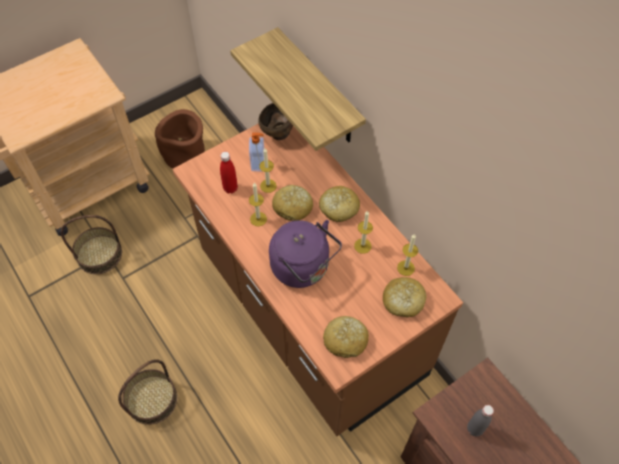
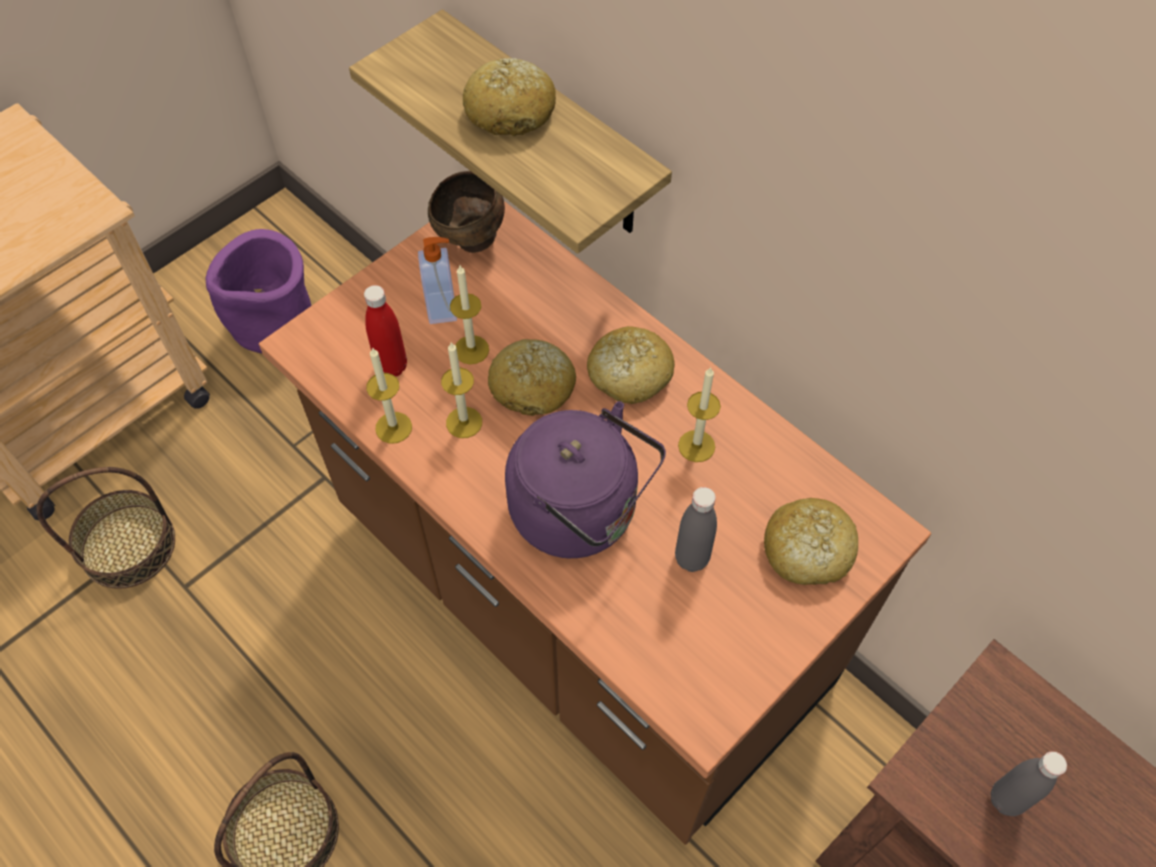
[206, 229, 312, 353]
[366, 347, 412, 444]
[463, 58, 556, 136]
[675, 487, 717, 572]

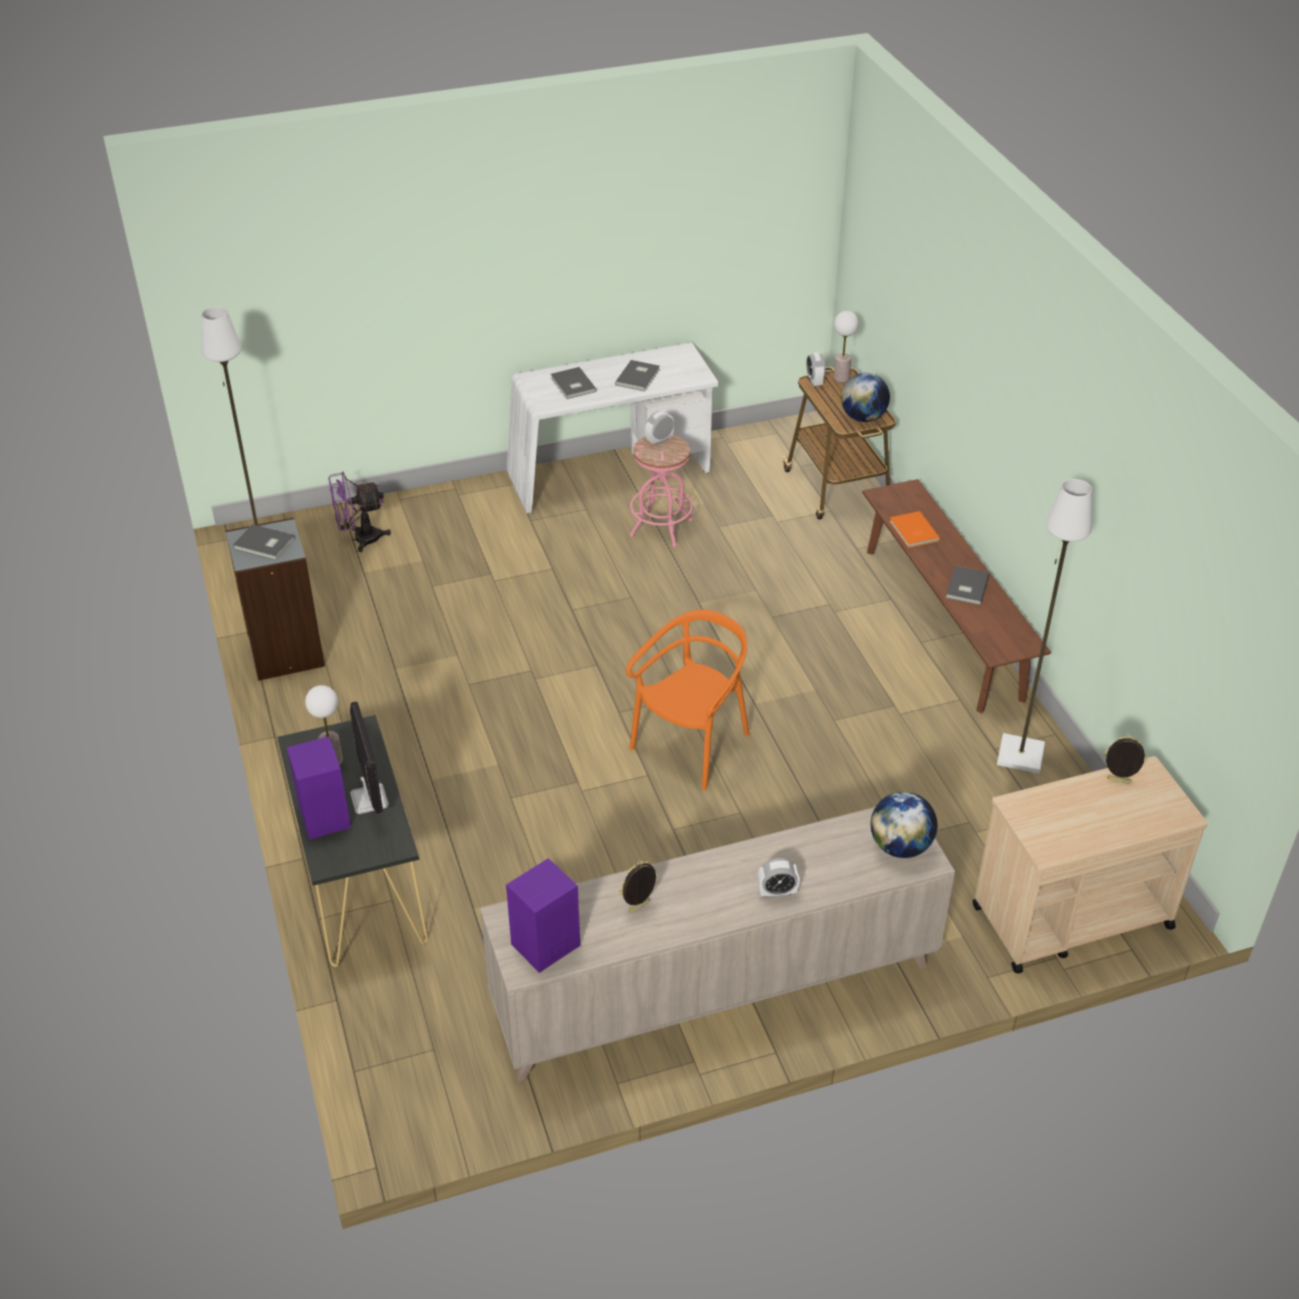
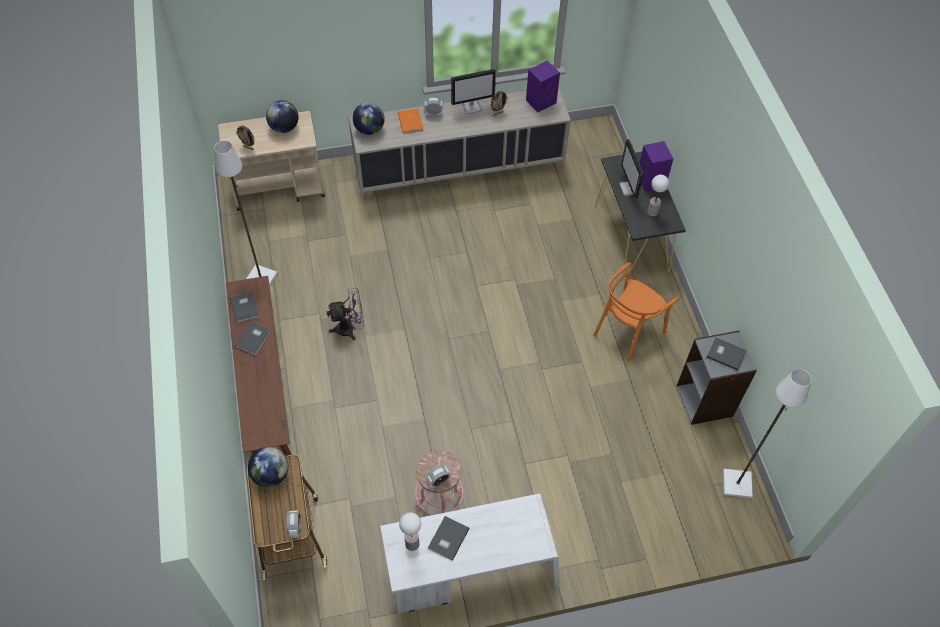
[399, 512, 421, 551]
[230, 291, 259, 323]
[326, 288, 364, 340]
[398, 109, 424, 134]
[594, 262, 680, 362]
[451, 69, 496, 114]
[266, 100, 298, 133]

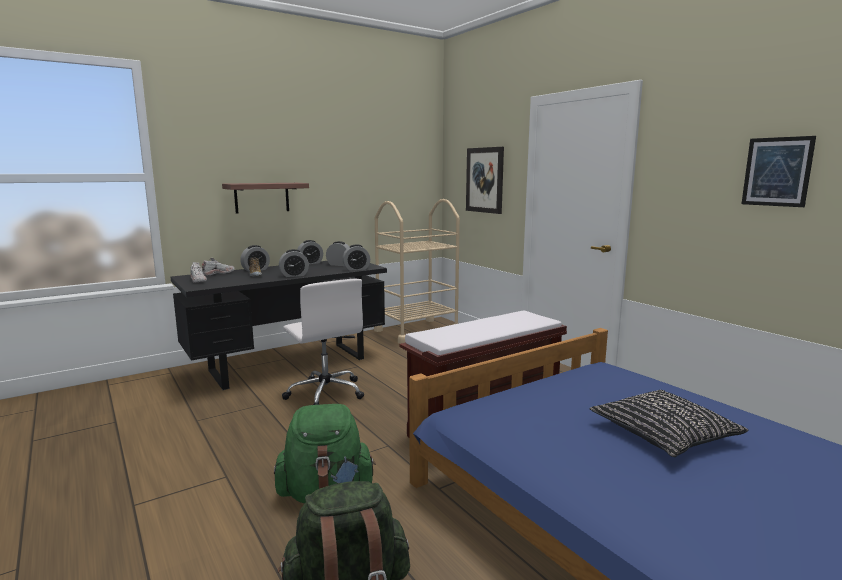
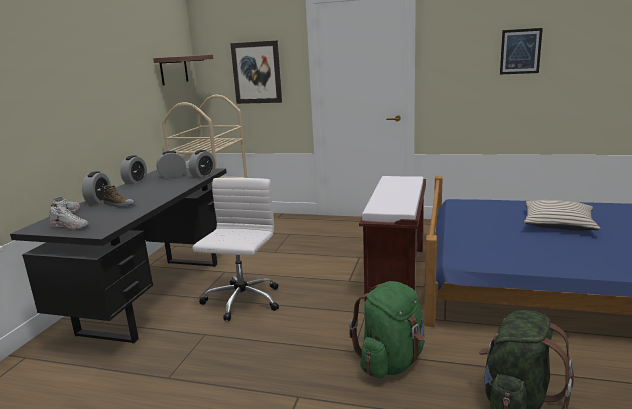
[153, 55, 213, 85]
[279, 249, 309, 277] (first image)
[193, 178, 279, 321]
[524, 200, 601, 231]

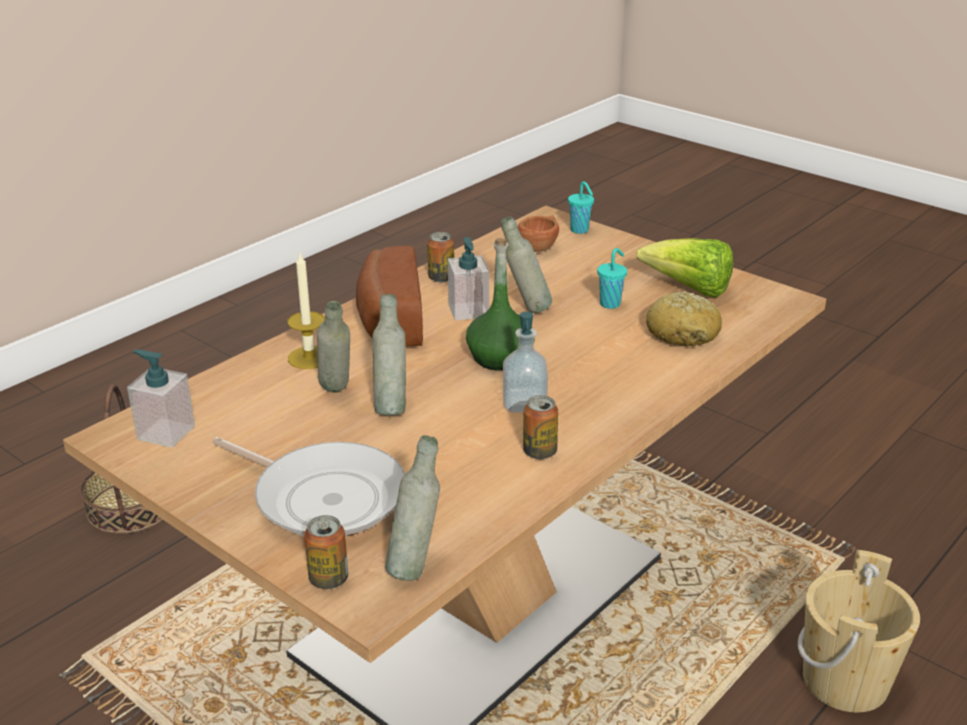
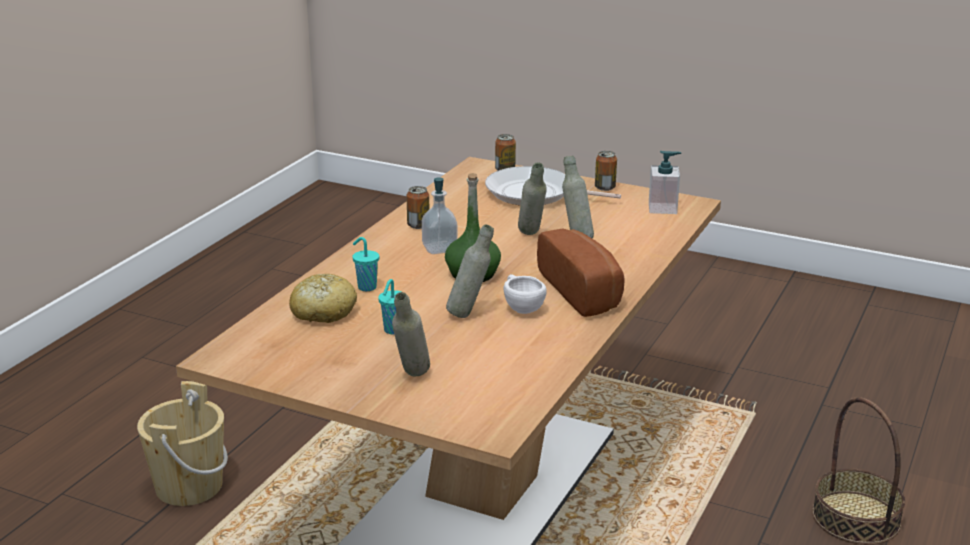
[352, 237, 379, 291]
[517, 215, 559, 252] (first image)
[595, 151, 617, 191]
[503, 274, 547, 314]
[637, 238, 733, 298] (first image)
[287, 251, 325, 369] (first image)
[392, 292, 430, 376]

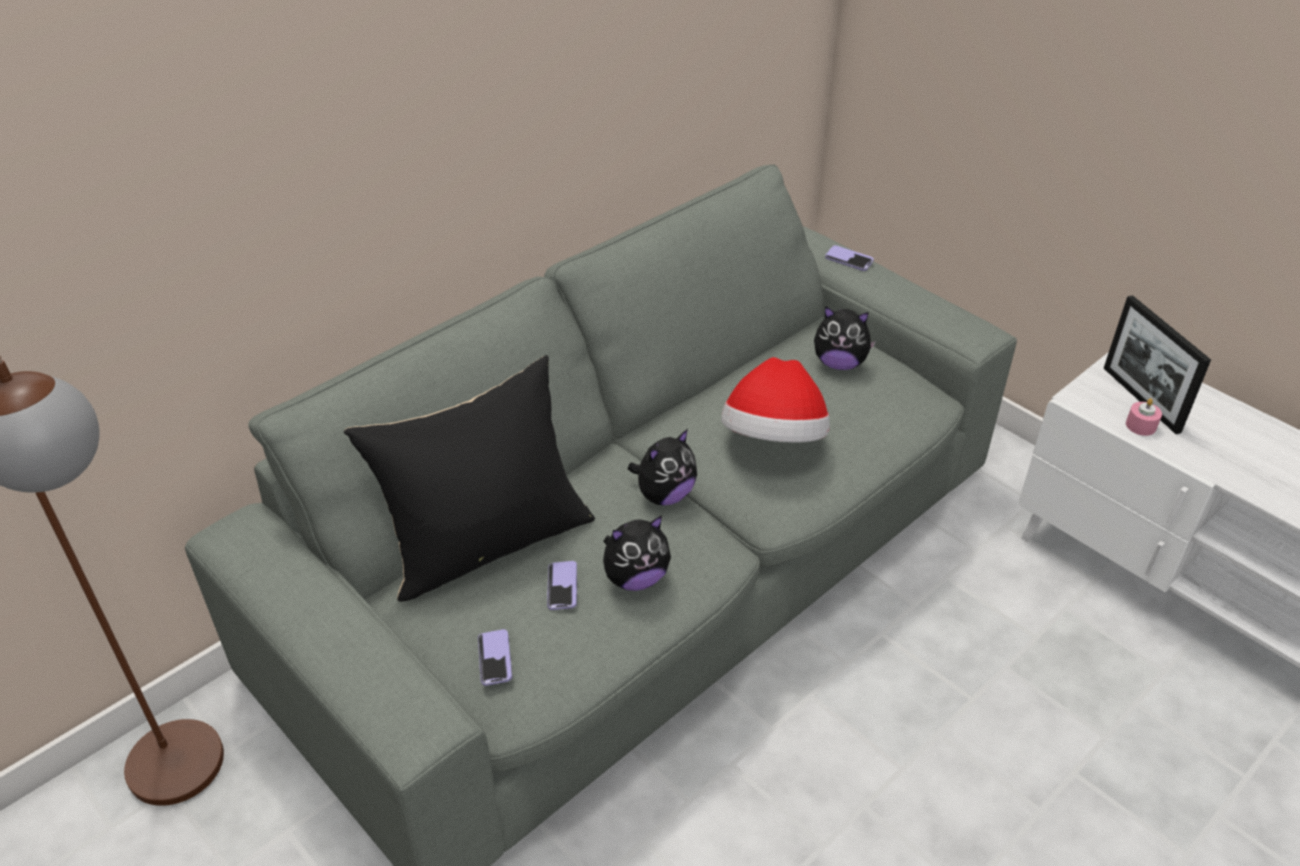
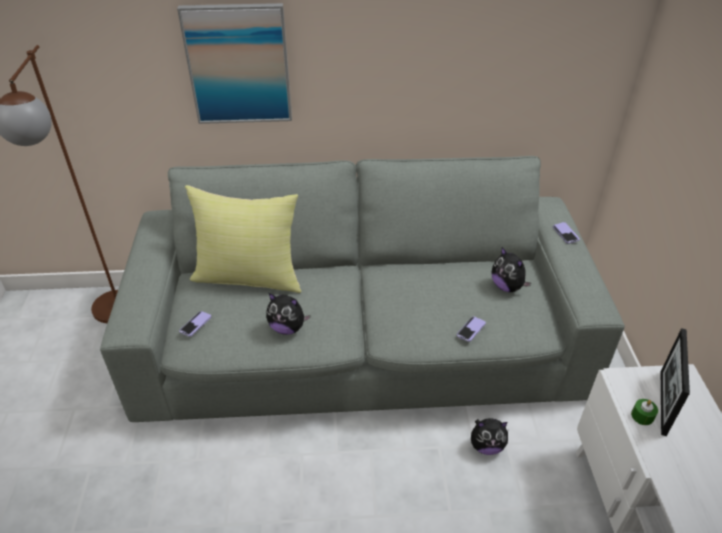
[185, 185, 302, 293]
[721, 357, 830, 443] (first image)
[631, 399, 658, 425]
[471, 418, 508, 455]
[457, 317, 486, 342]
[177, 3, 292, 124]

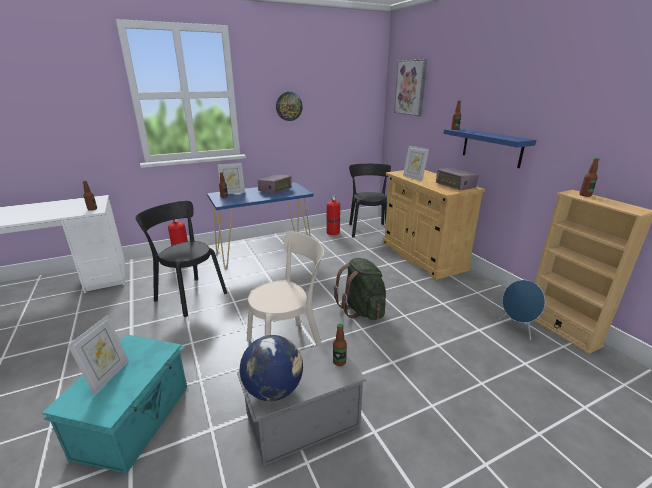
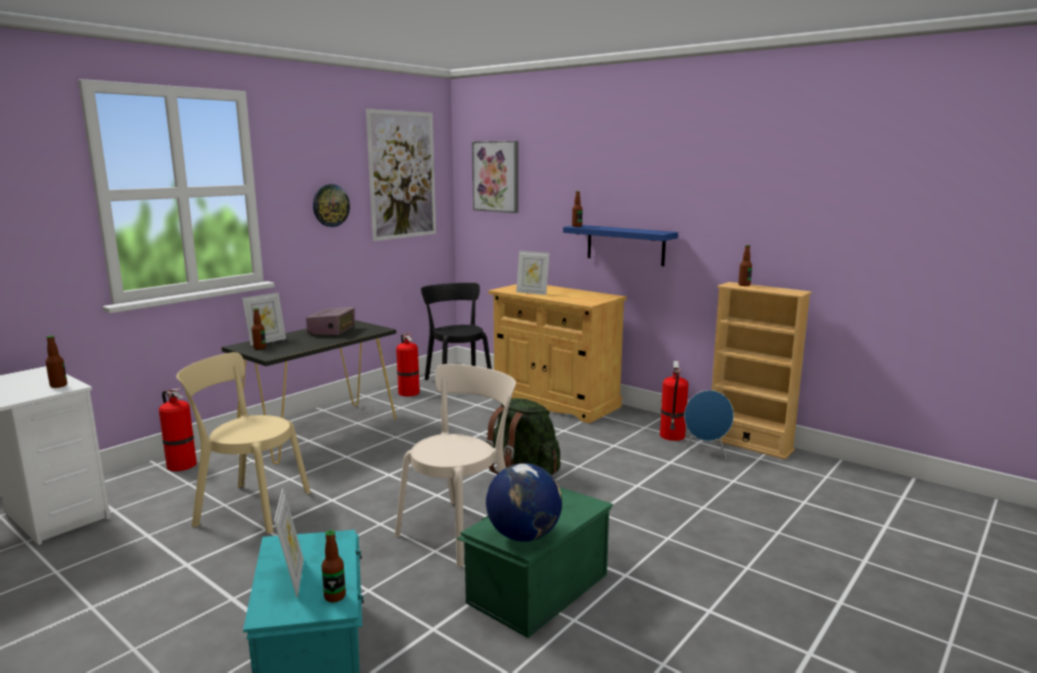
[436, 168, 479, 190] (first image)
[221, 320, 396, 464]
[177, 352, 311, 533]
[322, 530, 346, 602]
[457, 487, 613, 638]
[366, 109, 436, 241]
[660, 361, 689, 441]

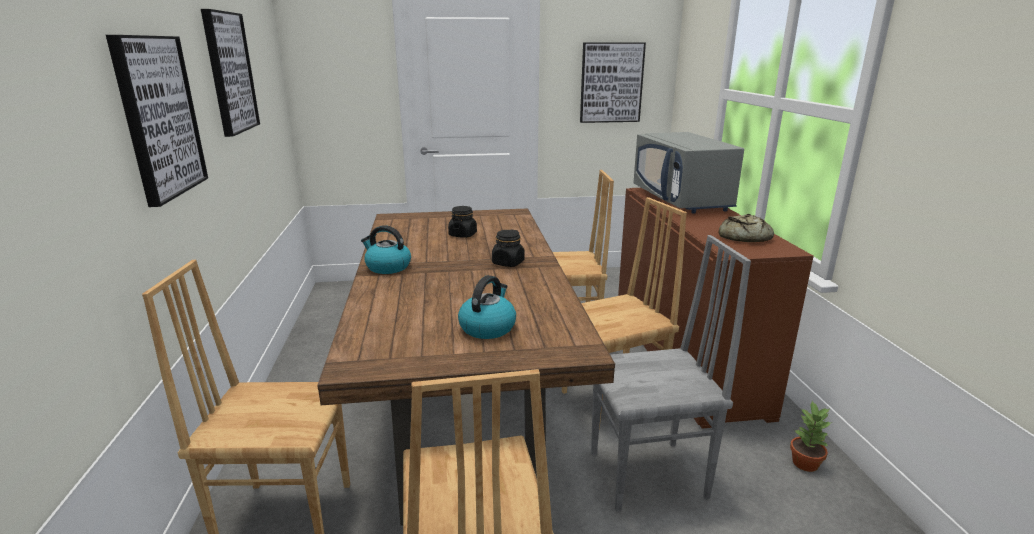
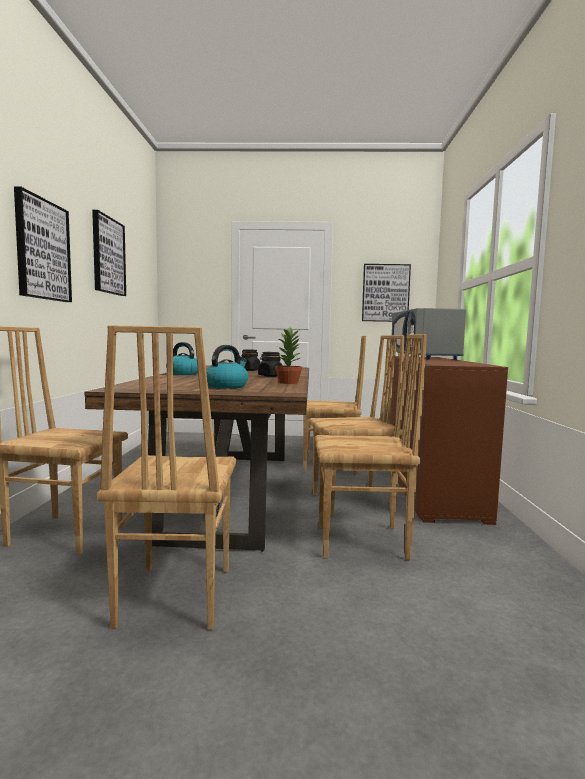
[719, 214, 774, 242] (first image)
[315, 334, 427, 560]
[275, 328, 302, 384]

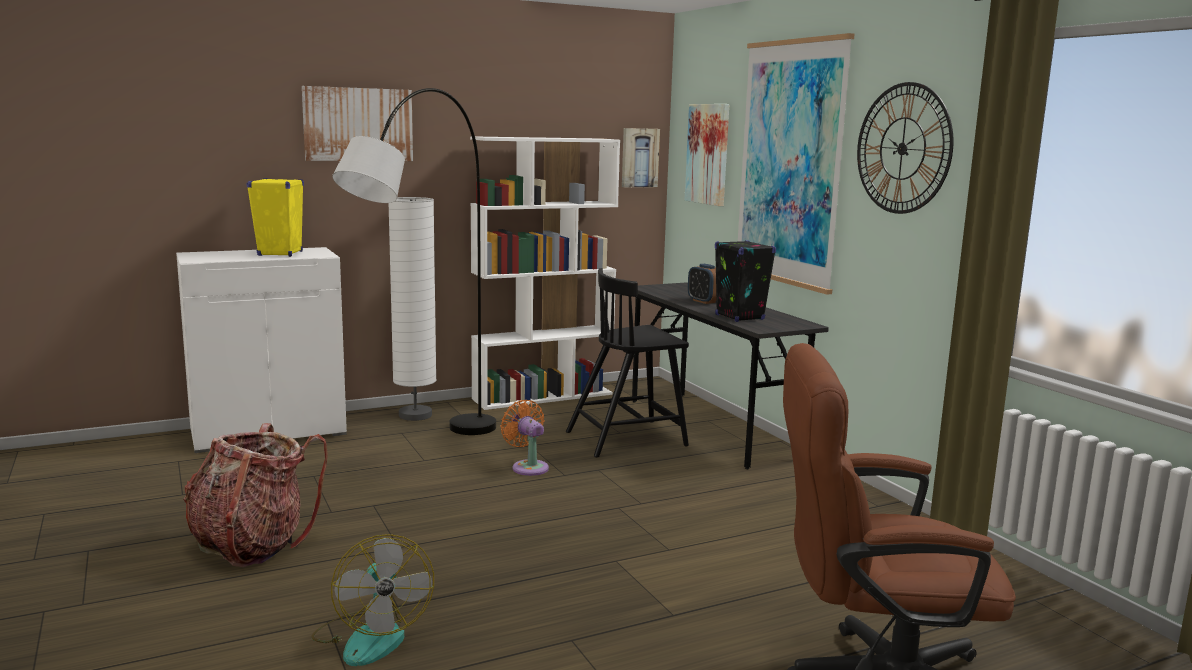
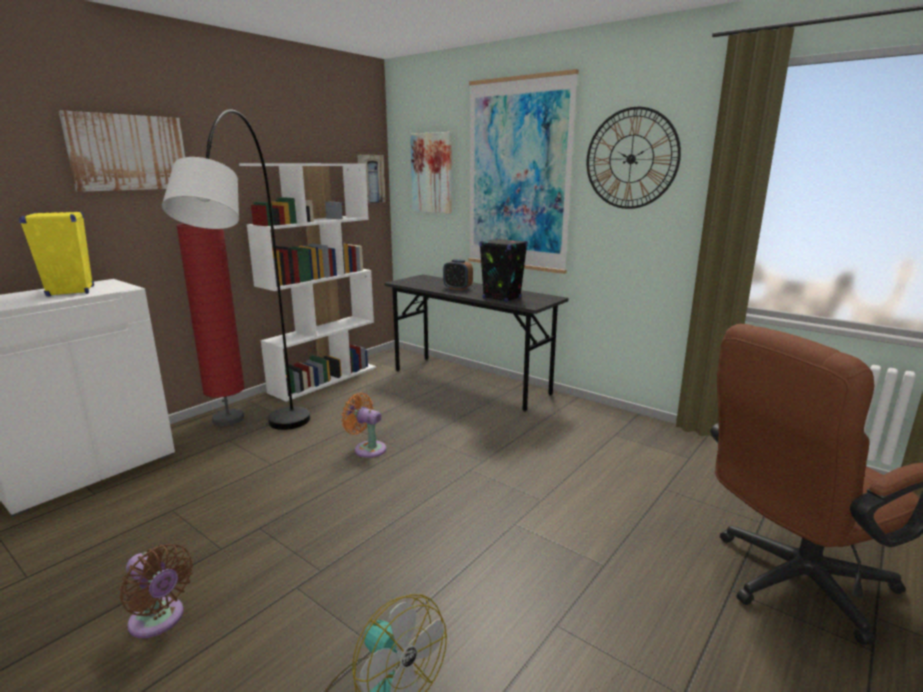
[176, 224, 245, 426]
[566, 268, 689, 457] (first image)
[120, 544, 193, 638]

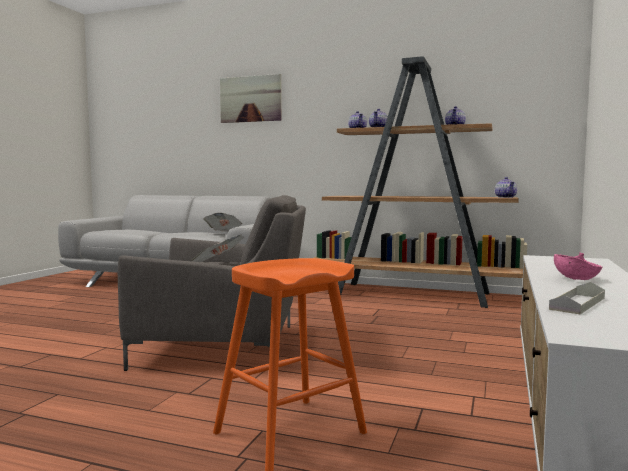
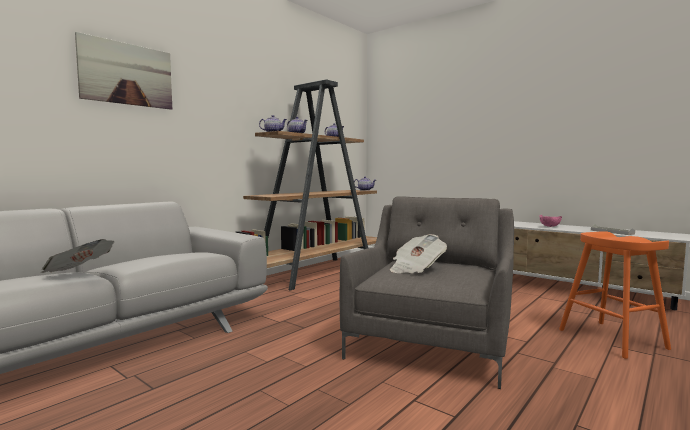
[40, 239, 114, 273]

